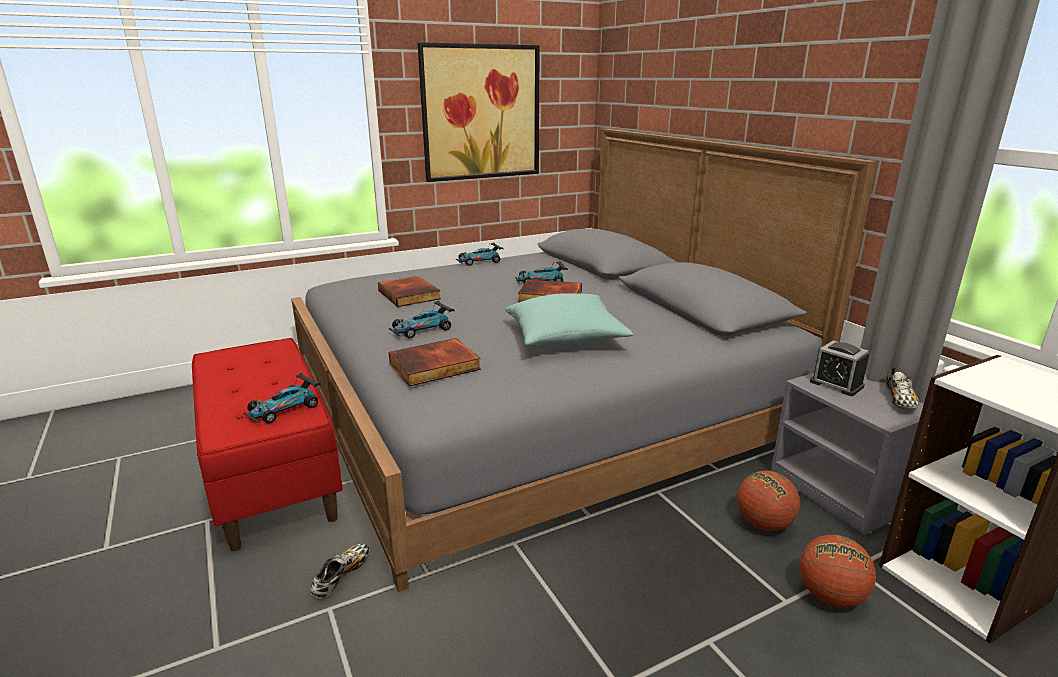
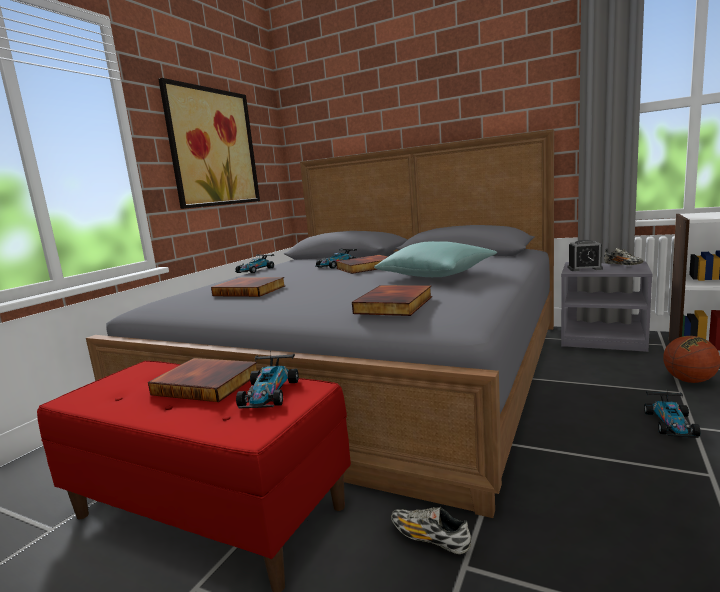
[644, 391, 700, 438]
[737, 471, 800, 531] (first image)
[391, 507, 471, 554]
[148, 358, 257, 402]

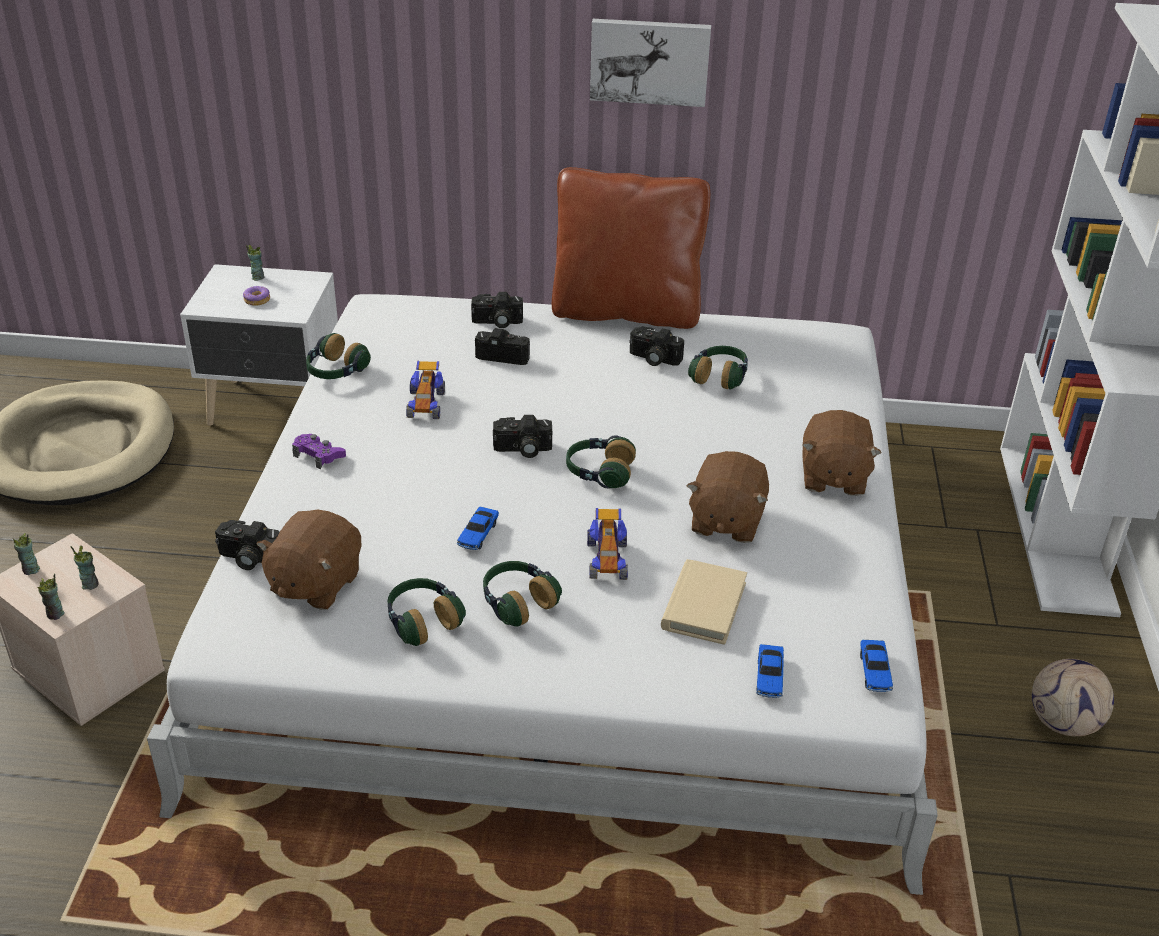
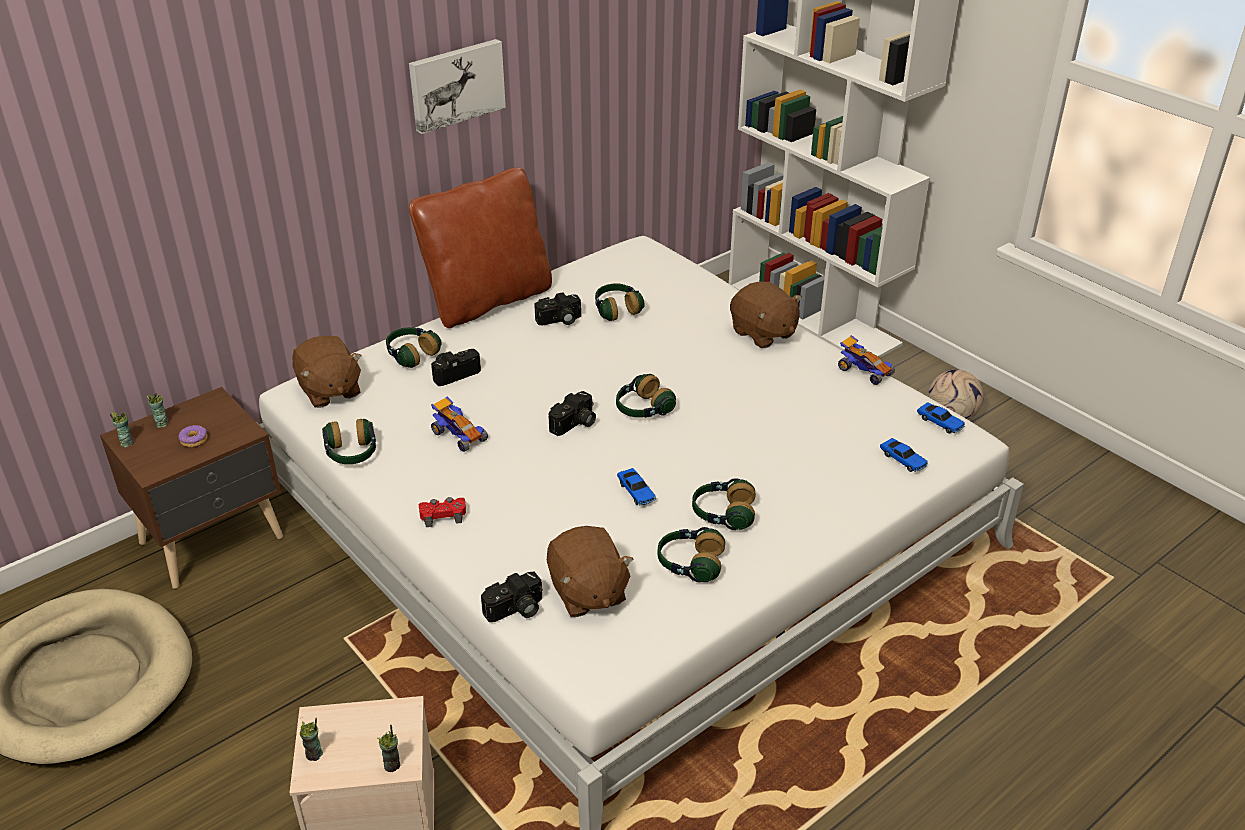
[100, 387, 283, 589]
[386, 327, 442, 368]
[419, 497, 466, 527]
[292, 336, 362, 408]
[838, 335, 895, 385]
[109, 412, 134, 448]
[661, 559, 747, 645] (first image)

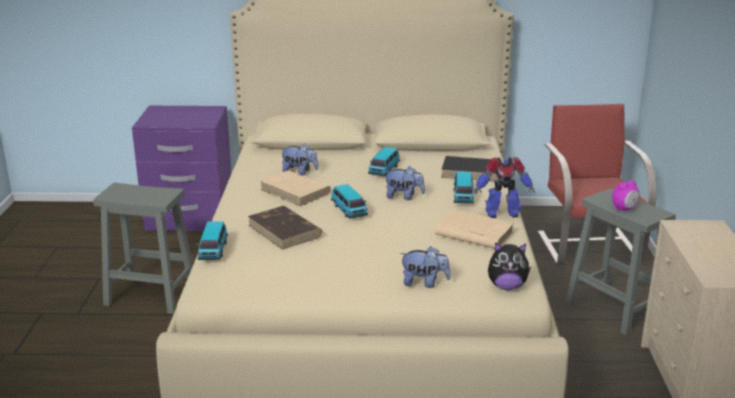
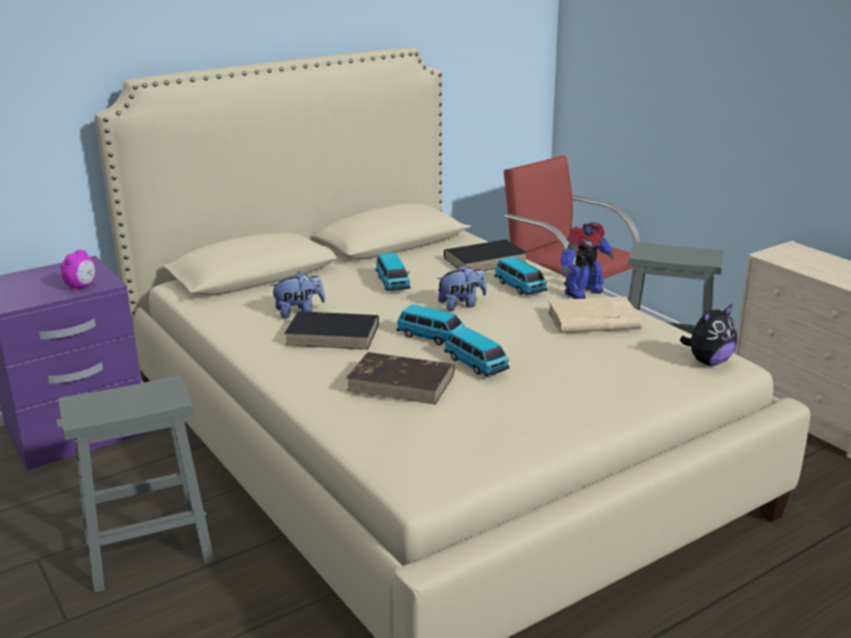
[284, 311, 379, 350]
[61, 250, 96, 291]
[444, 327, 509, 377]
[400, 246, 451, 288] (first image)

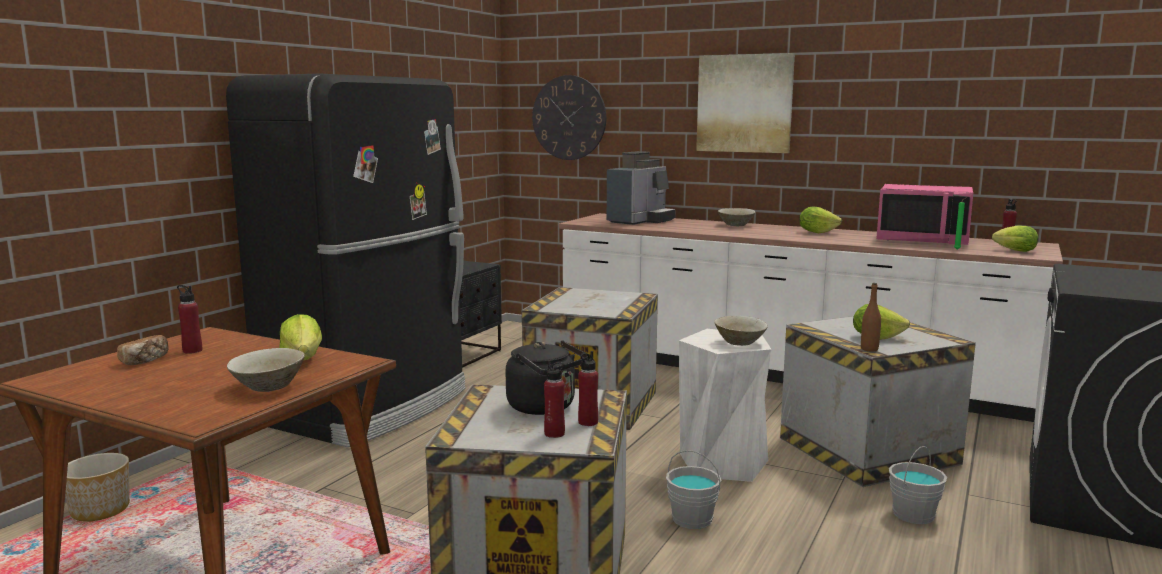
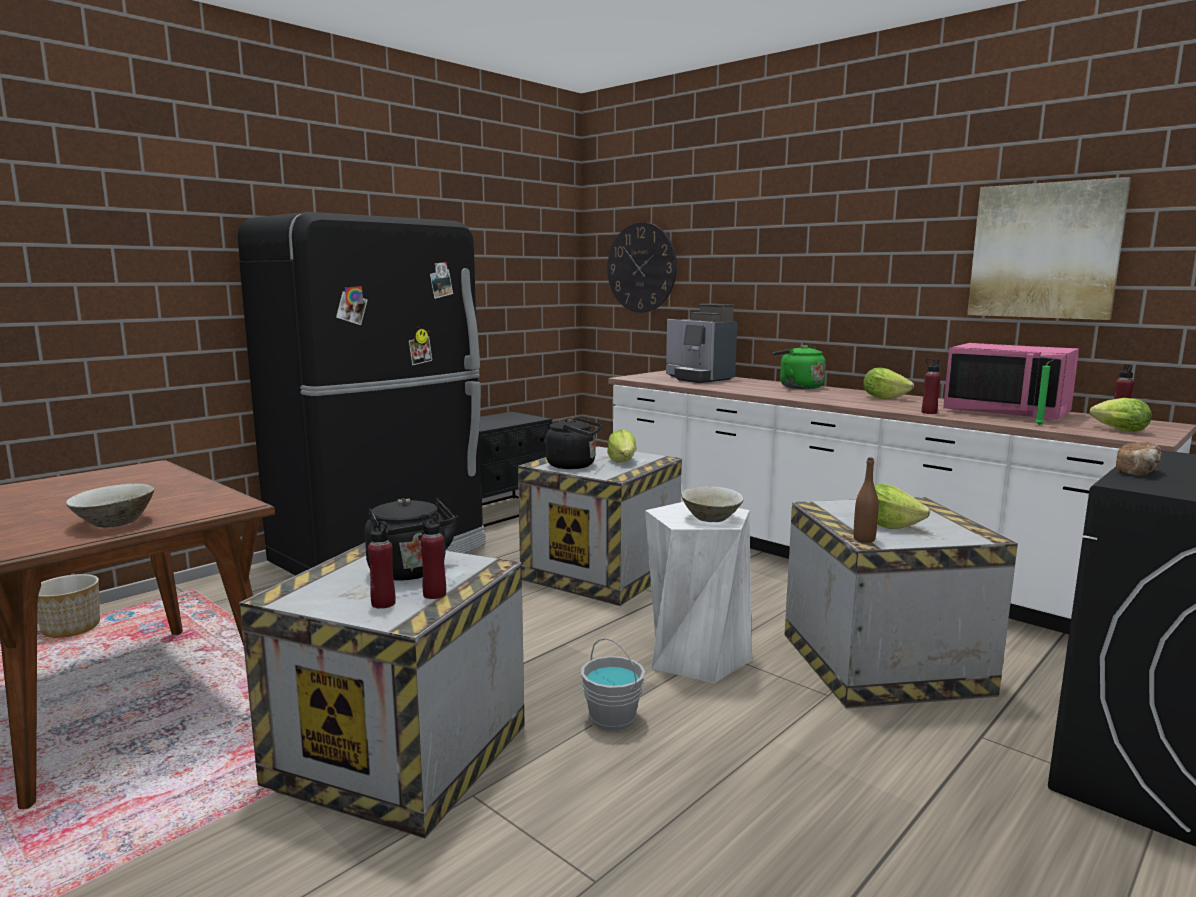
[967, 177, 1131, 320]
[666, 304, 737, 383]
[773, 345, 826, 389]
[922, 359, 941, 414]
[607, 430, 637, 463]
[1116, 442, 1163, 475]
[889, 446, 947, 524] (first image)
[546, 417, 602, 469]

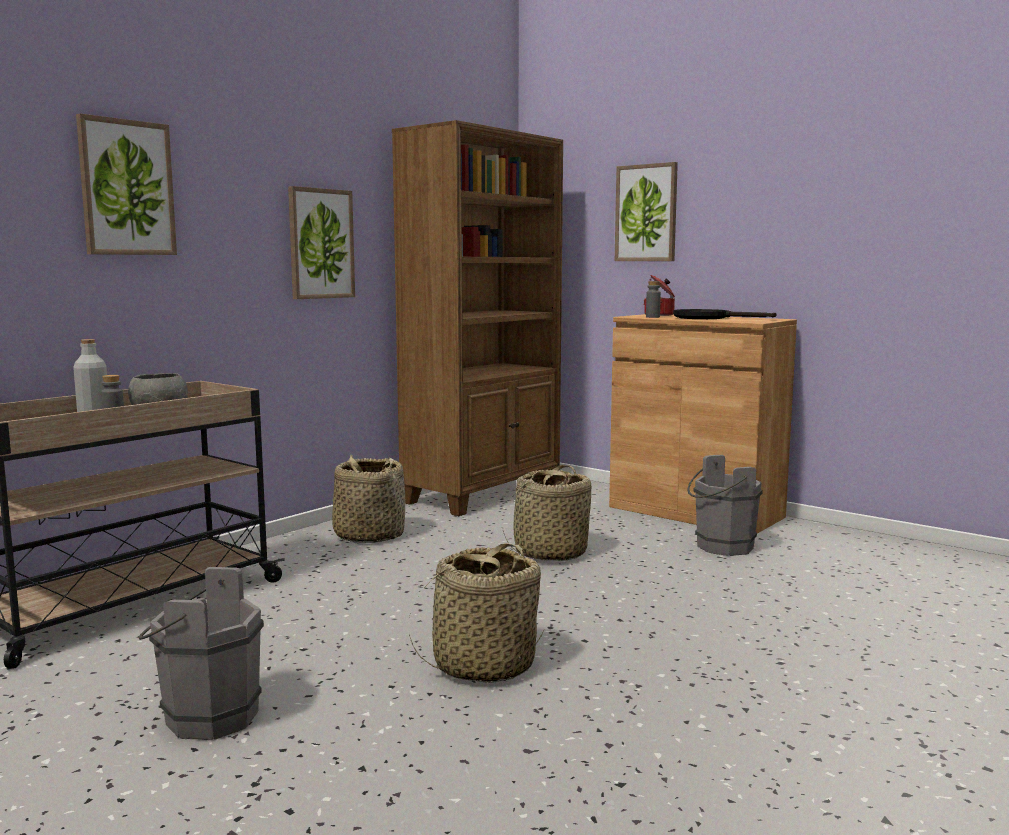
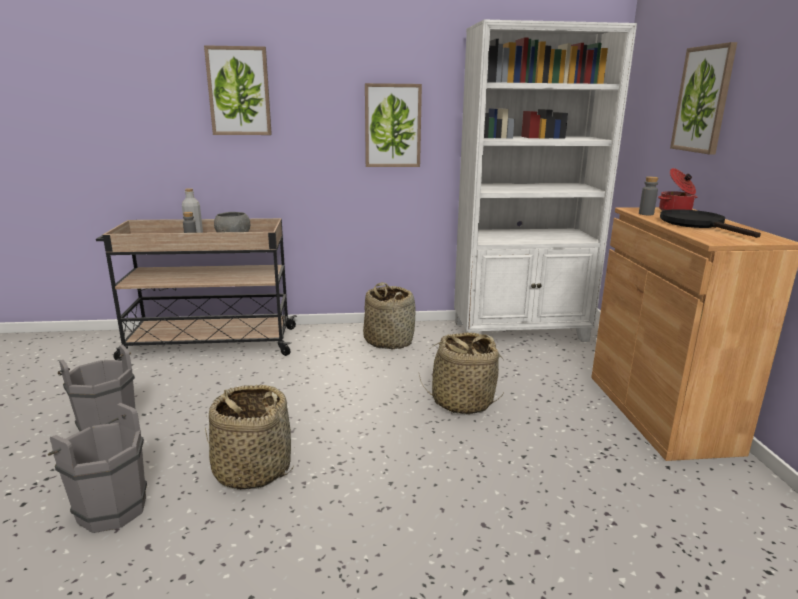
[454, 20, 637, 342]
[48, 403, 147, 533]

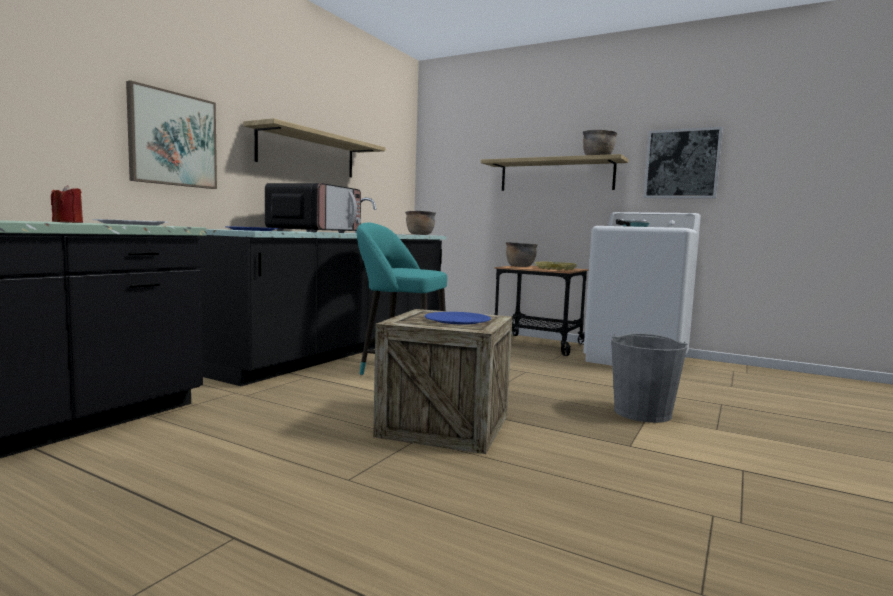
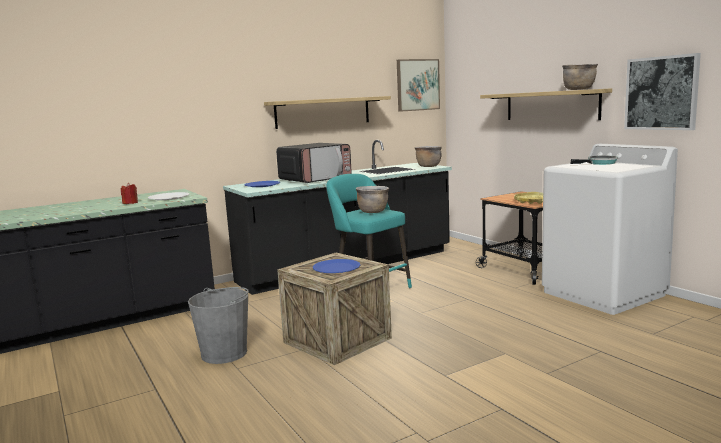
[397, 59, 440, 112]
[356, 186, 389, 213]
[188, 287, 249, 364]

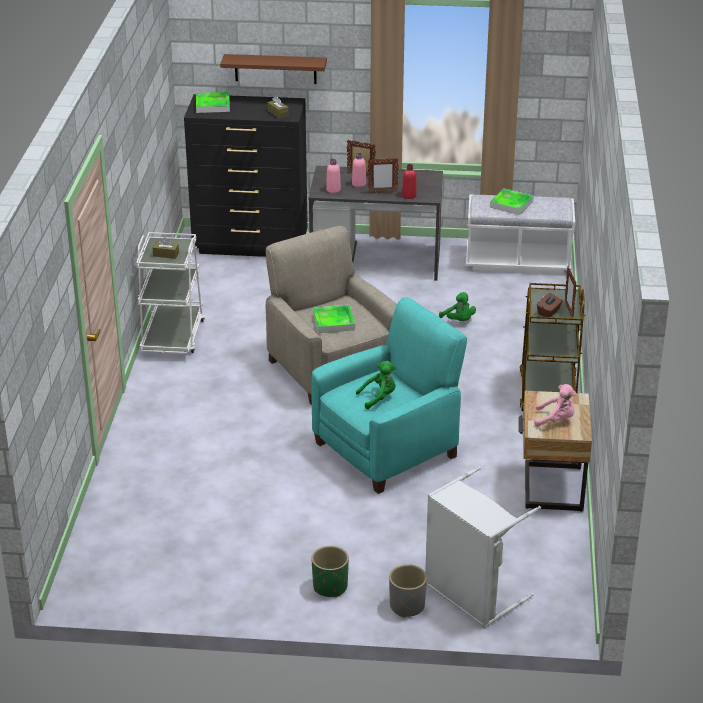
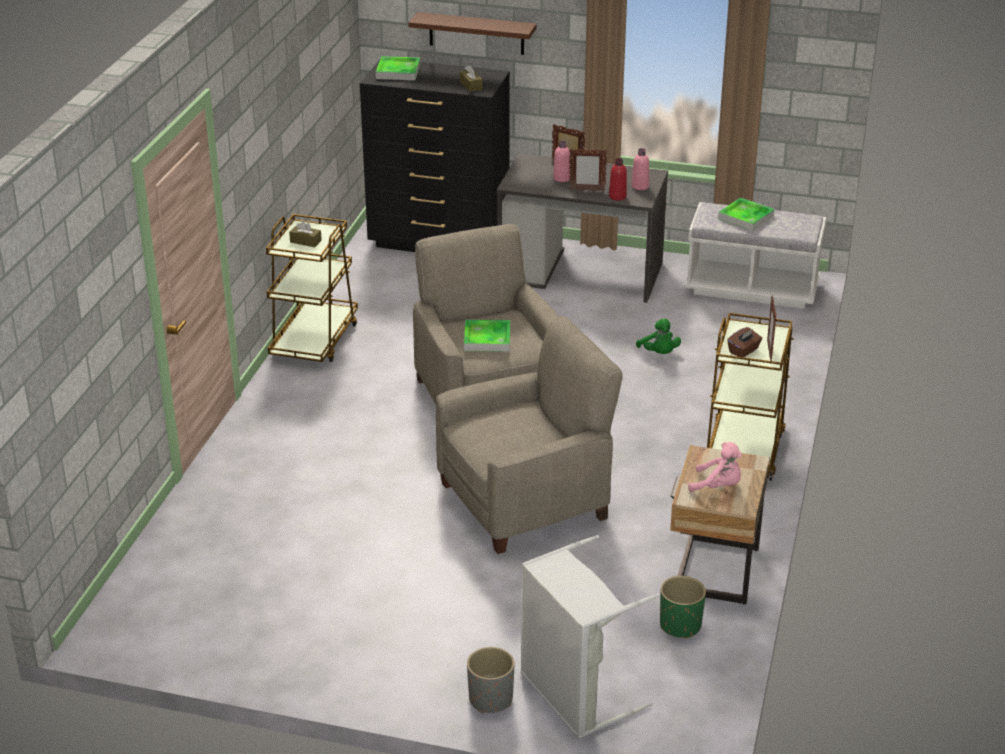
[632, 148, 649, 190]
[266, 214, 358, 362]
[436, 316, 623, 554]
[356, 361, 396, 409] (first image)
[660, 576, 706, 639]

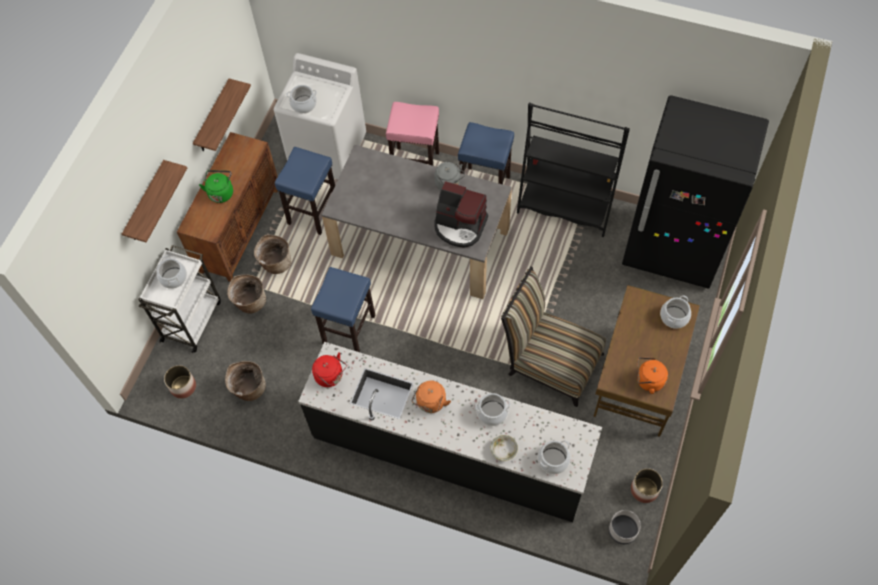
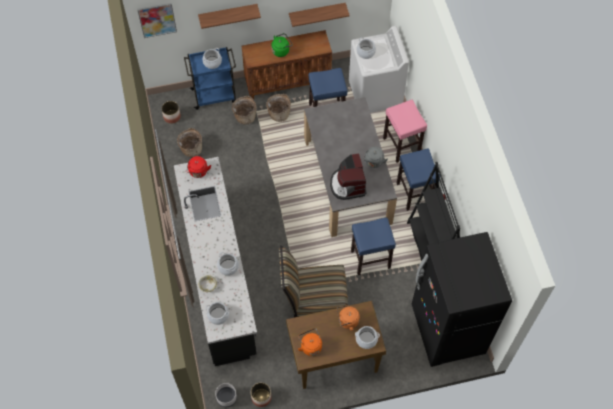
[184, 47, 236, 110]
[279, 245, 348, 318]
[351, 217, 396, 275]
[337, 305, 360, 331]
[137, 3, 177, 38]

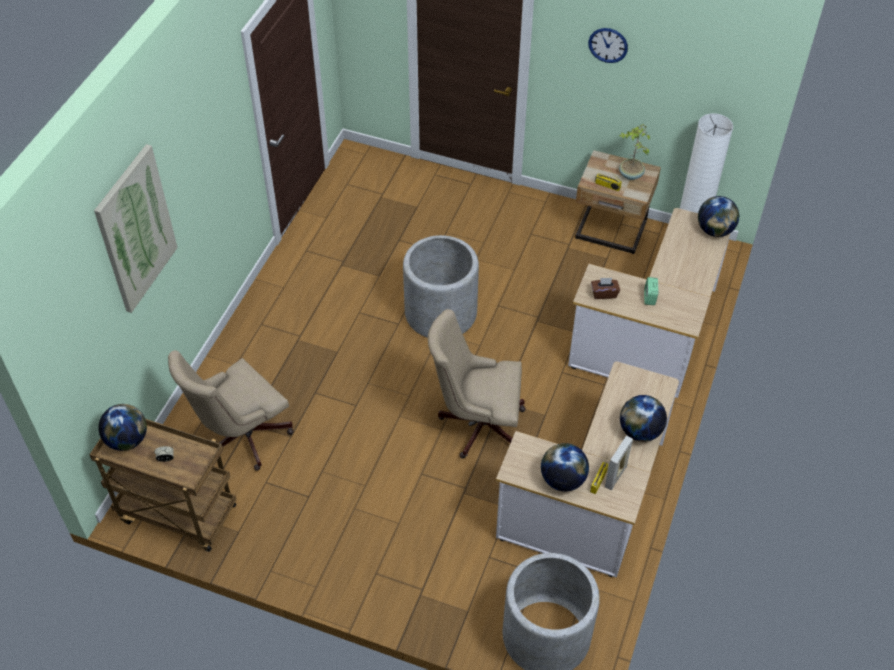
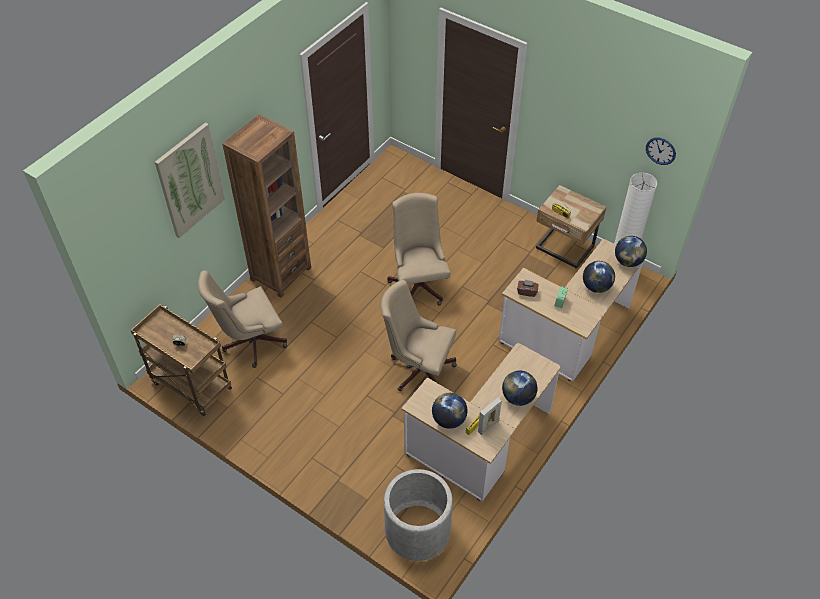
[646, 138, 676, 165]
[619, 124, 650, 180] (first image)
[387, 193, 451, 305]
[583, 261, 615, 293]
[222, 114, 311, 297]

